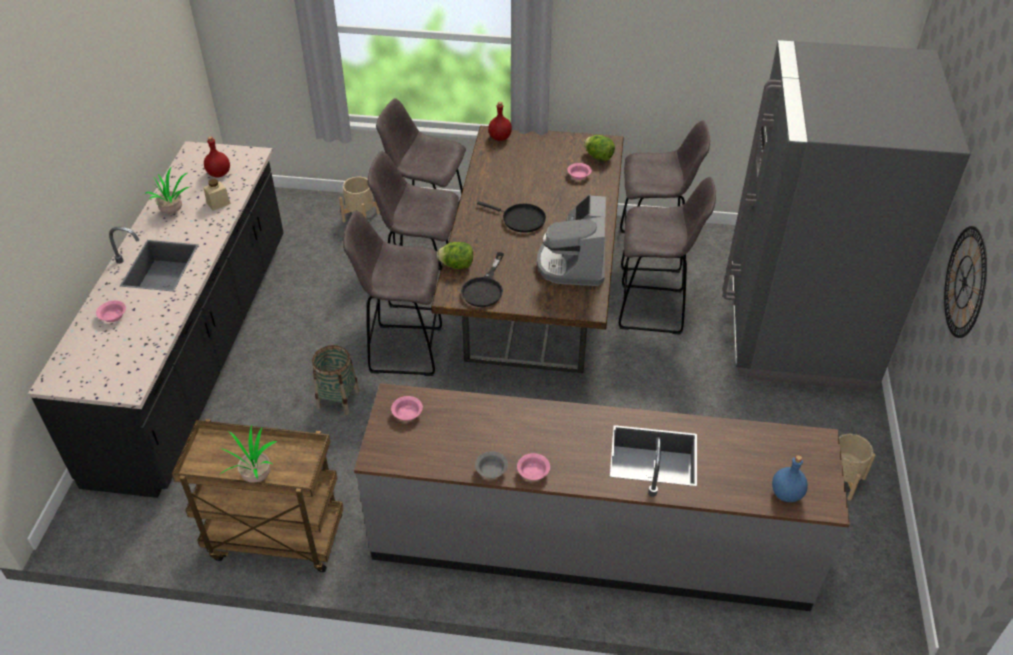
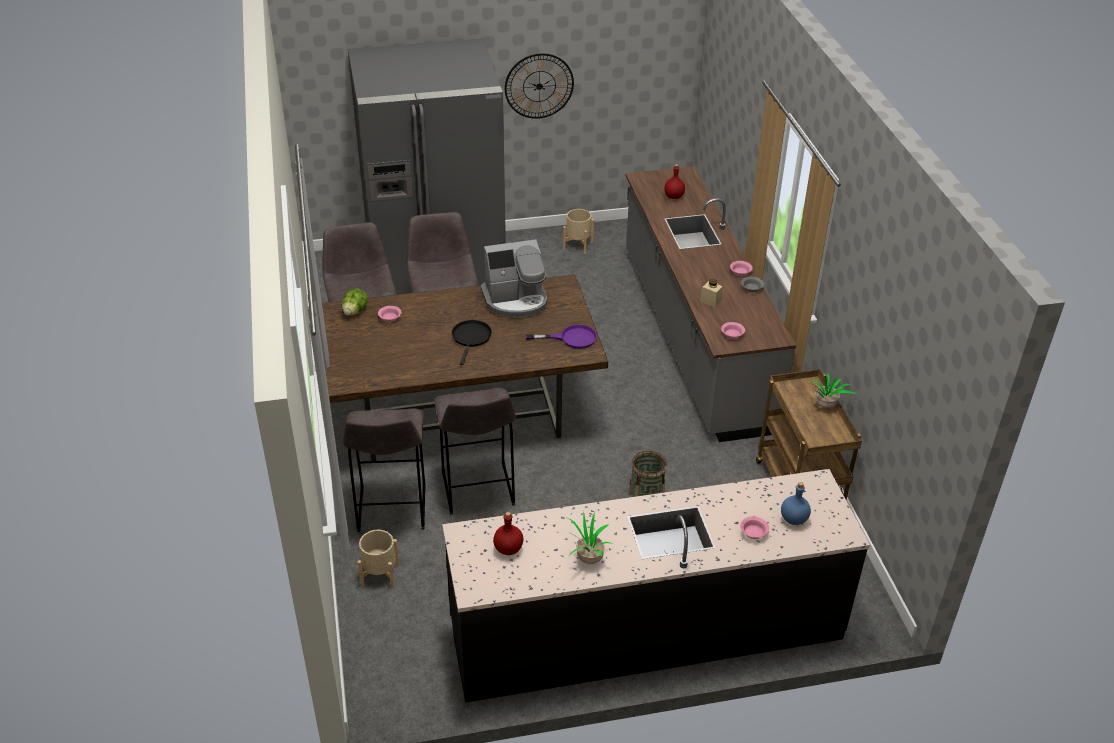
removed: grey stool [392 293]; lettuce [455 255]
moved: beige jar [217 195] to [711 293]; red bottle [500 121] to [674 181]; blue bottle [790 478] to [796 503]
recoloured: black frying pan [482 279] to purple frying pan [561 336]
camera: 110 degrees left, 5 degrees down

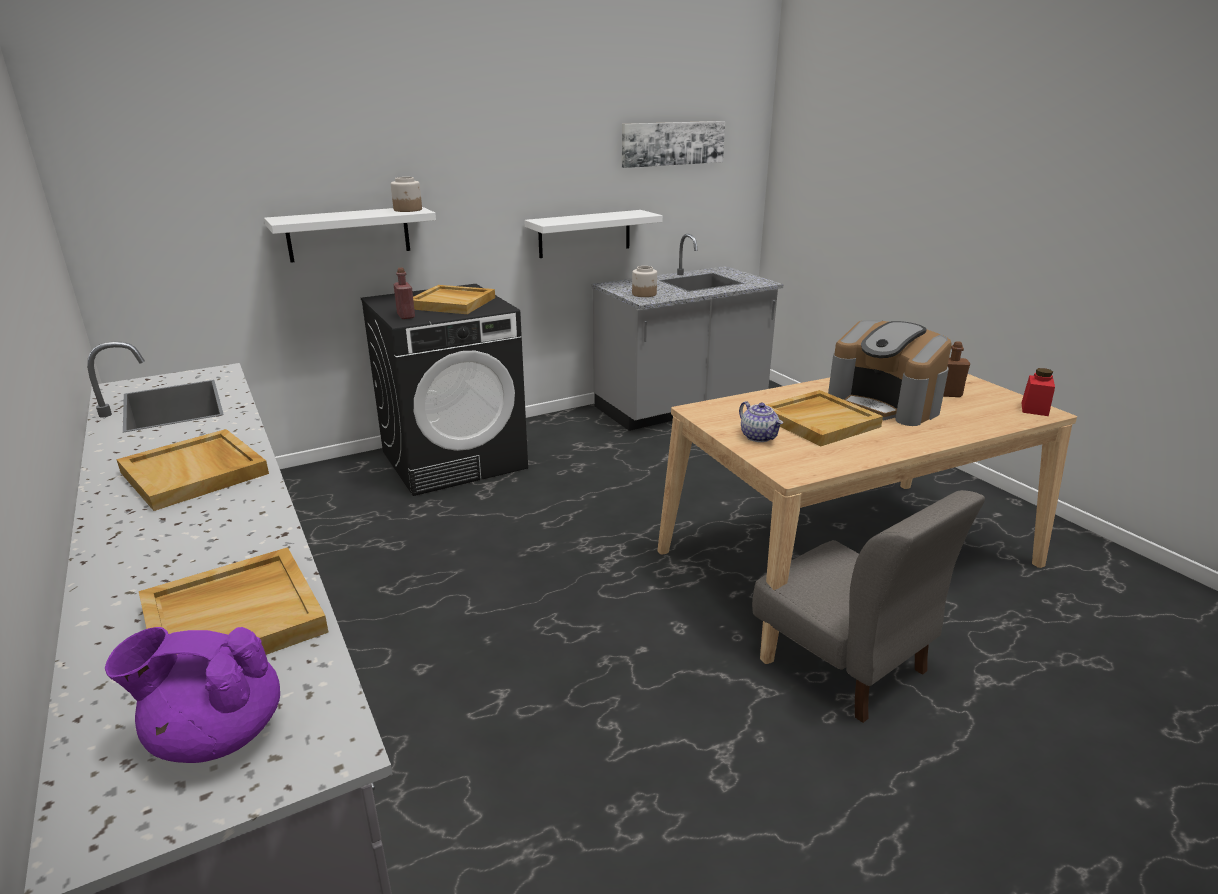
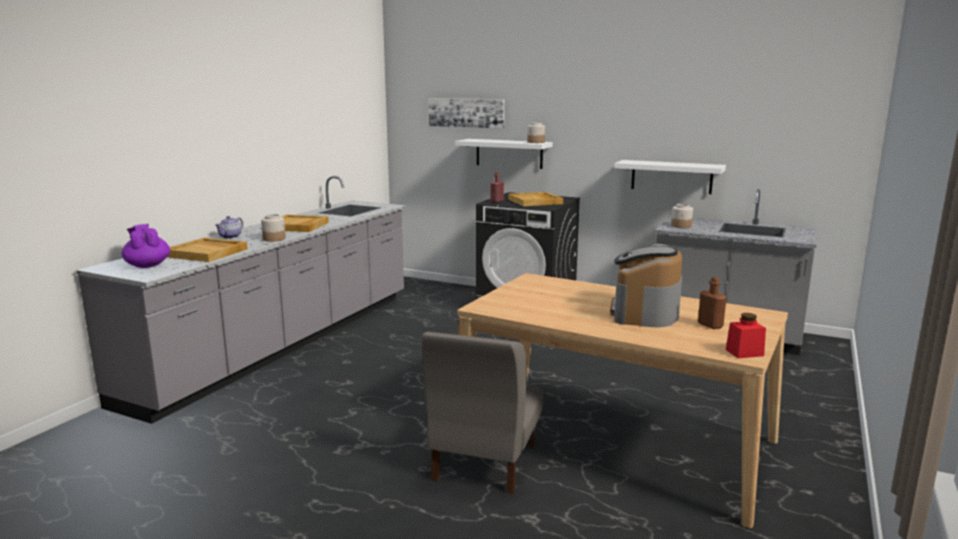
removed: beige tray [824 418]
added: jar [273 228]
moved: picture [673 144] to [466 113]; teapot [761 421] to [229 227]
camera: 55 degrees right, 10 degrees down

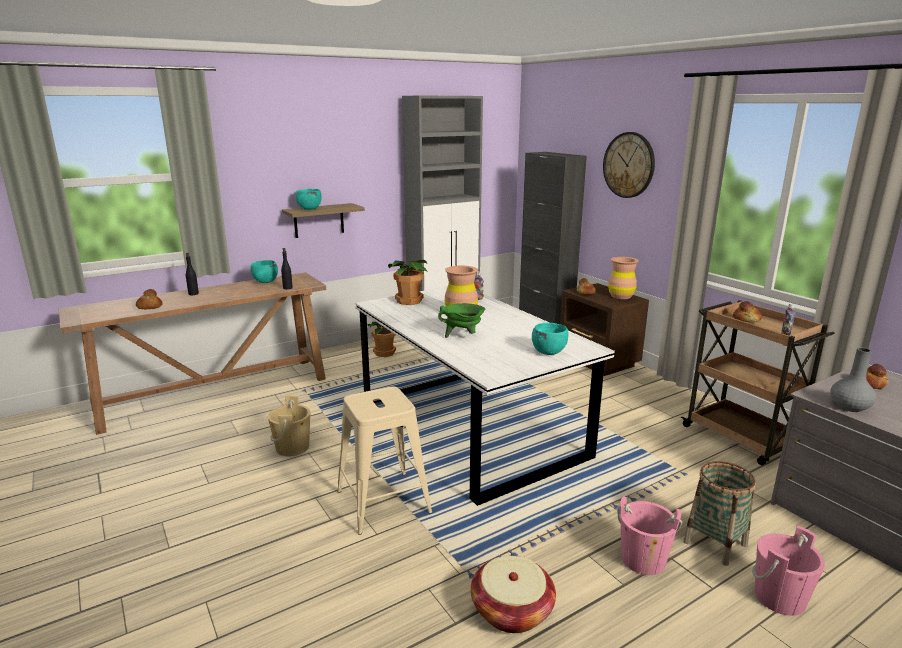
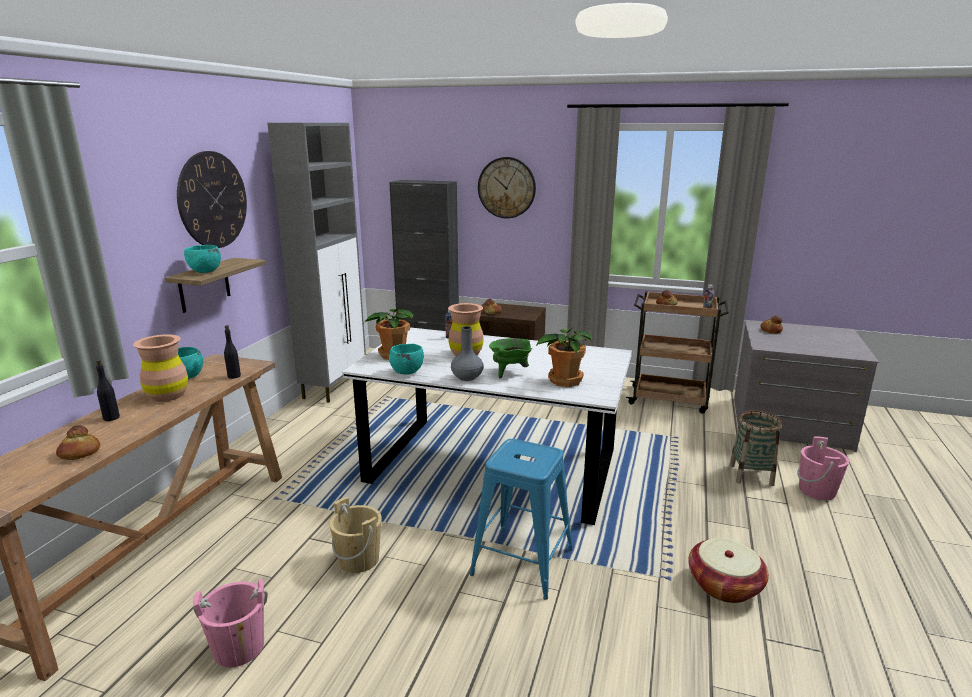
added: wall clock [212 199]
moved: potted plant [381 339] to [563 357]; turquoise bowl [550 339] to [406 359]; brown vase [623 278] to [160 368]; pink bucket [650 535] to [230 623]; grey vase [853 380] to [467 353]
recoloured: beige stool [384 461] to blue stool [521 519]
camera: 40 degrees left, 0 degrees up

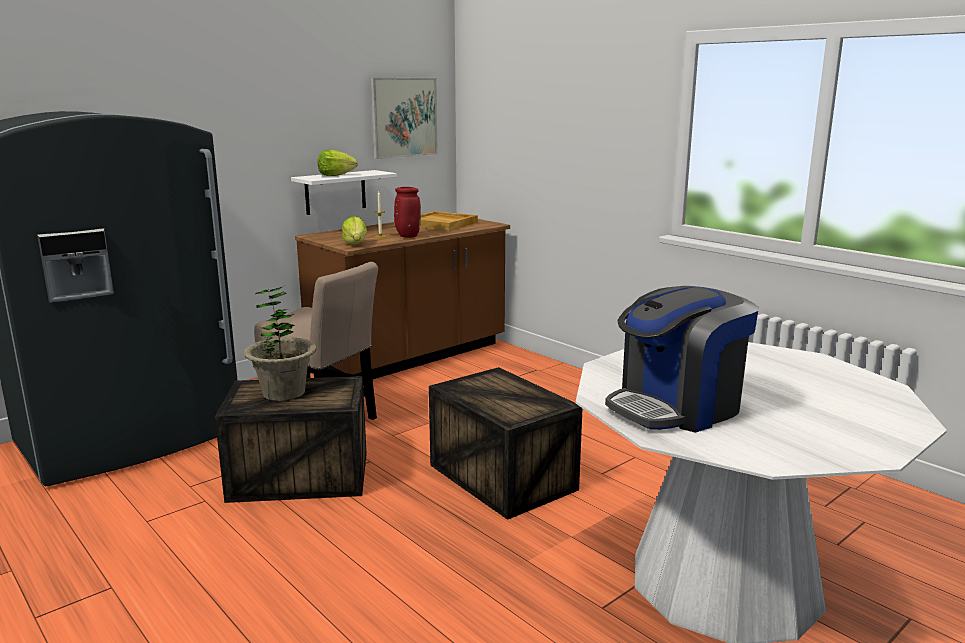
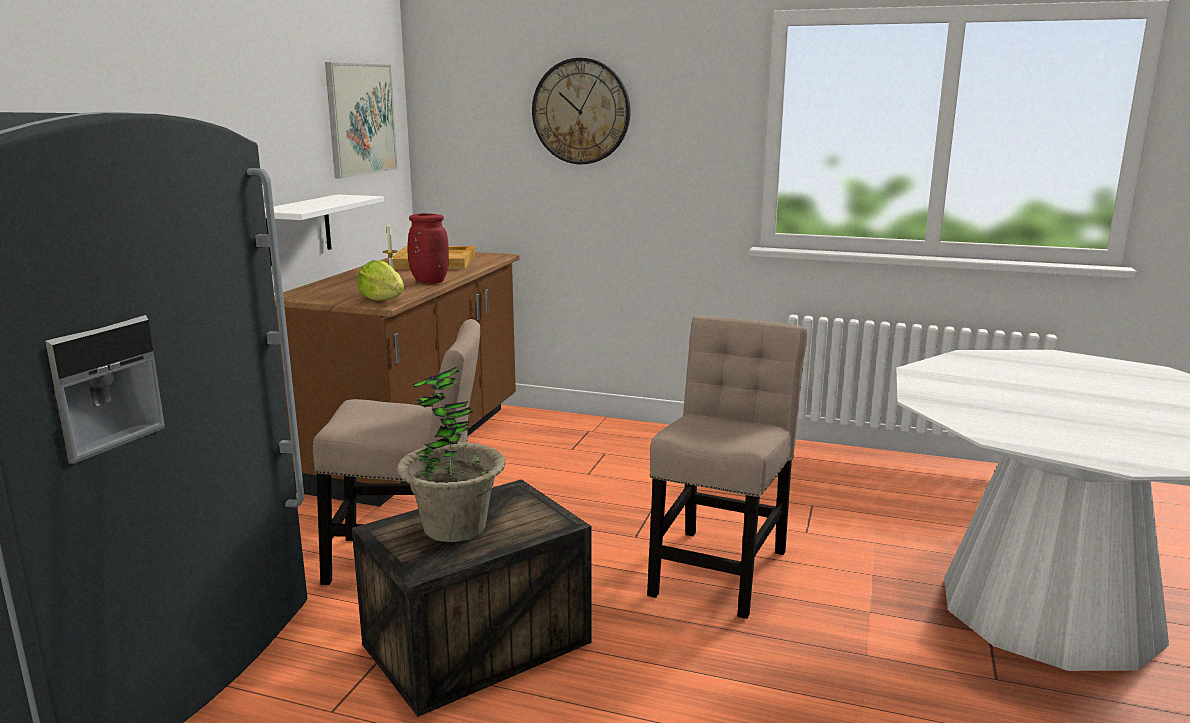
removed: lettuce [338 163]; coffee machine [682 359]
added: wall clock [581 111]
replaced: crate [506 443] to beige chair [727 467]
camera: 30 degrees left, 0 degrees up

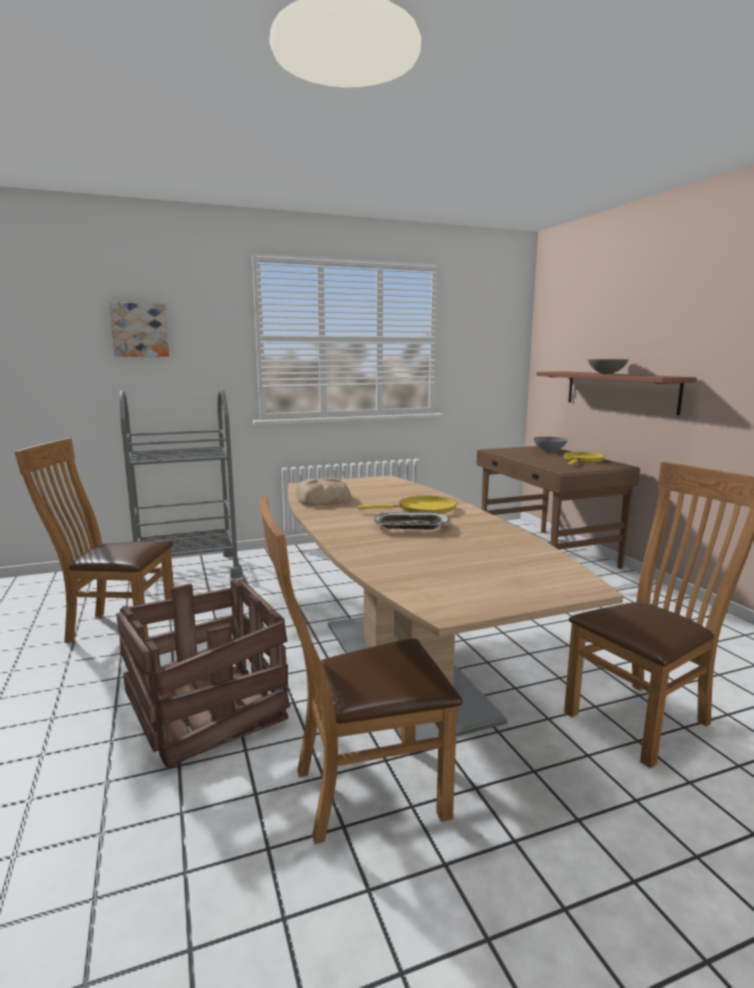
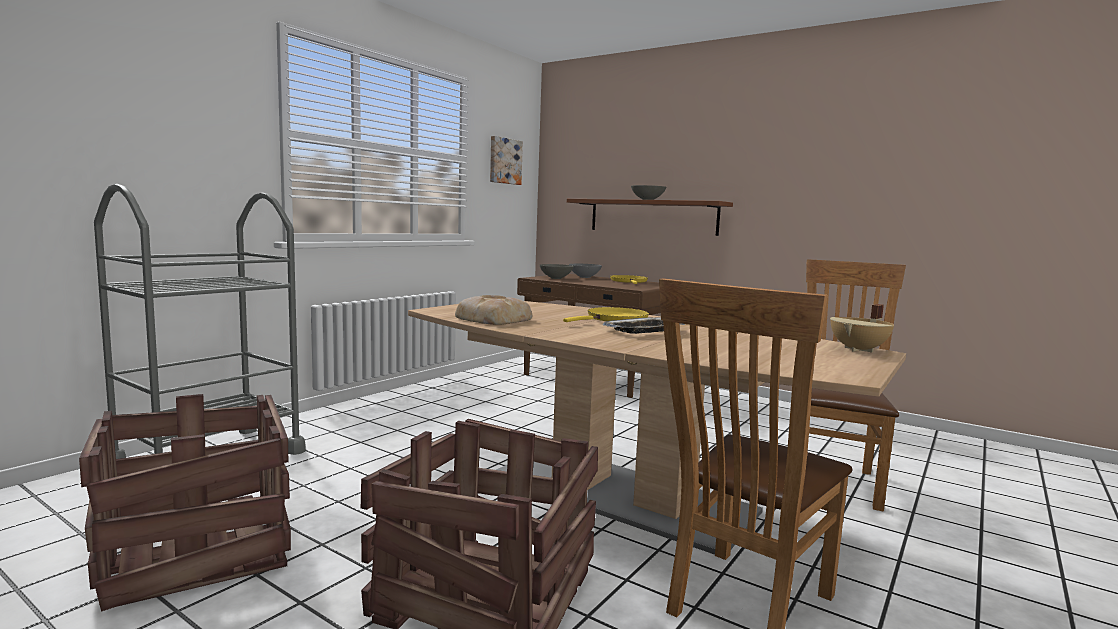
added: grey bowl [557 271]; beige cooking pot [862 328]
moved: picture [139 329] to [506 160]
replaced: brown chair [94 540] to crate [185 503]
camera: 35 degrees left, 5 degrees down

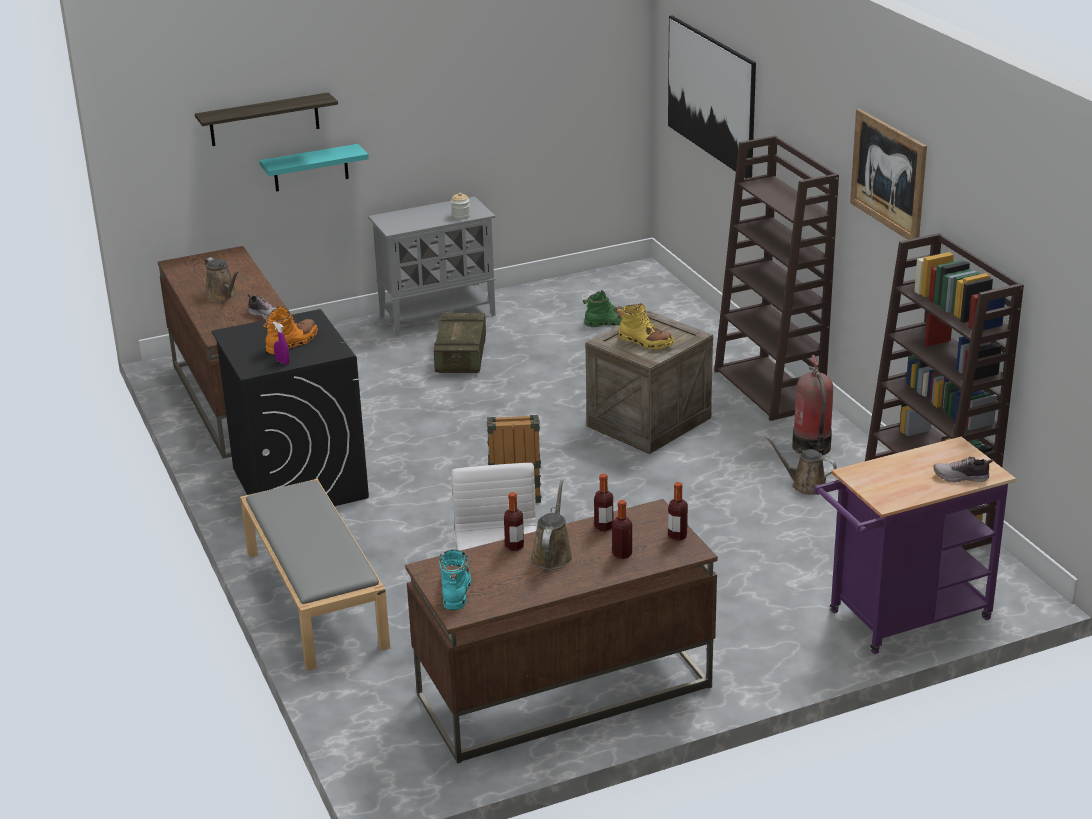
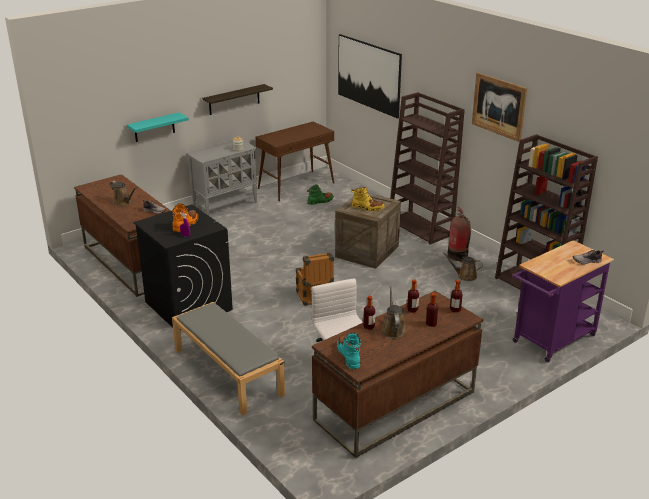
removed: crate [460 343]
added: brown console table [295 161]
moved: shelf [266 119] to [237 99]
camera: 15 degrees left, 0 degrees up

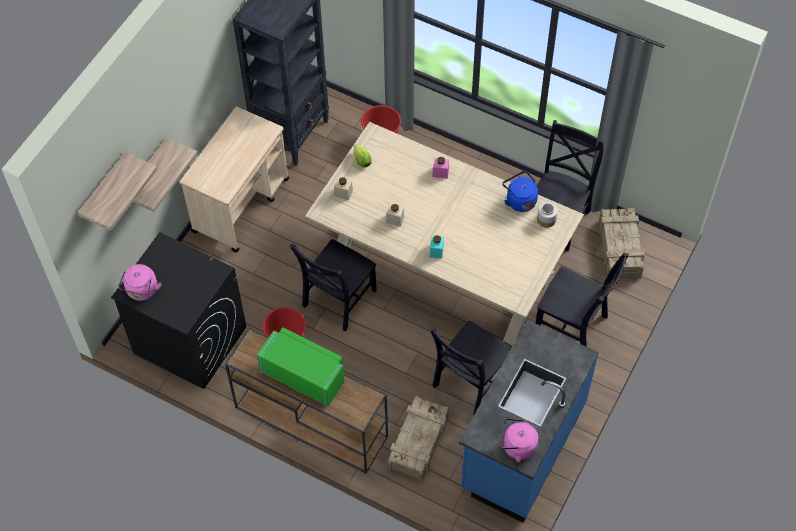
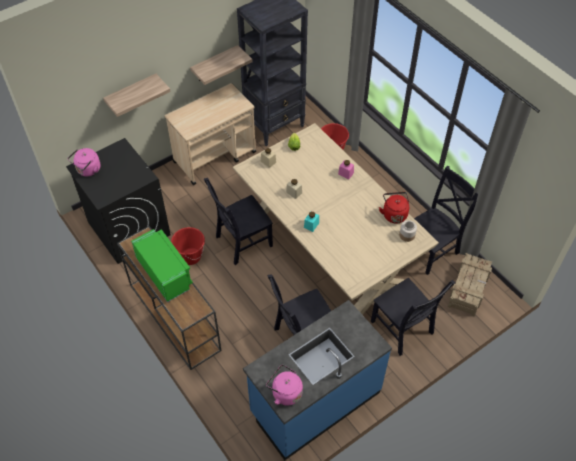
removed: crate [418 439]
moved: shelf [117 191] to [221 65]
recoloured: blue kettle [520 191] to red kettle [394 207]
camera: 25 degrees right, 5 degrees down

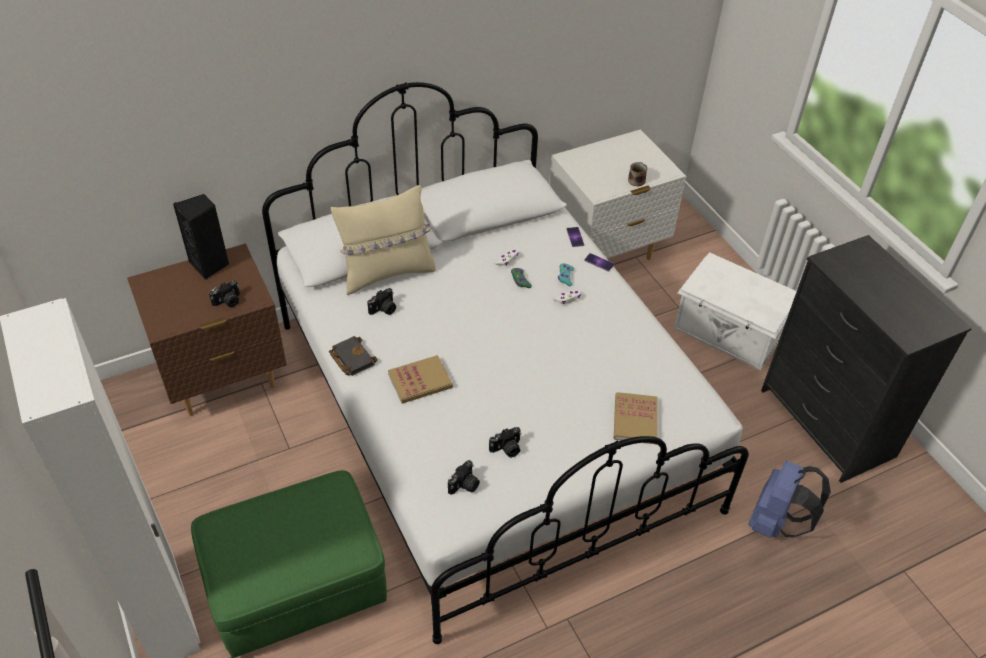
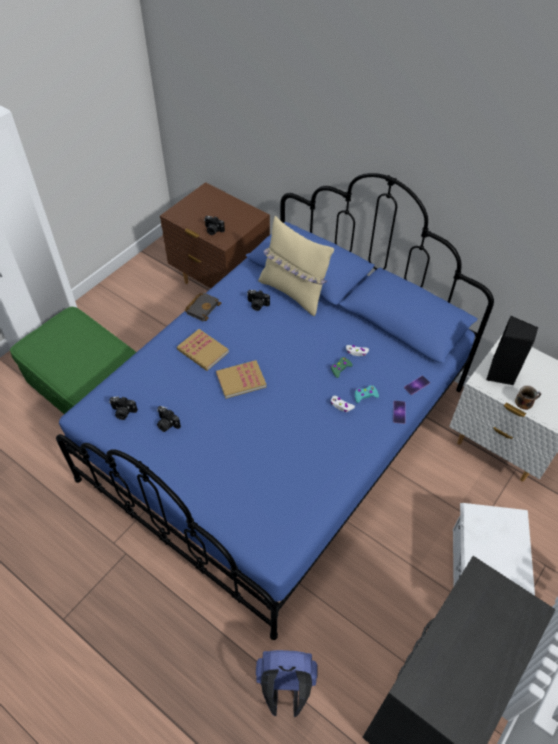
moved: black speaker [201 237] to [512 350]; book [636 418] to [241 379]
recoloured: white bed [505 363] to blue bed [275 406]
camera: 65 degrees right, 5 degrees up

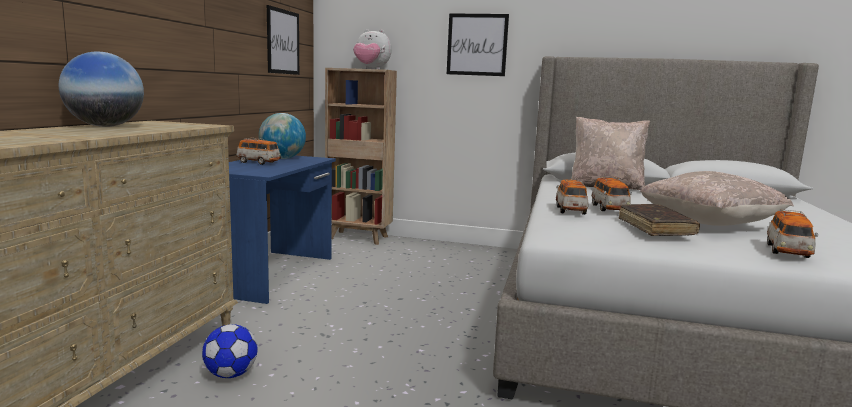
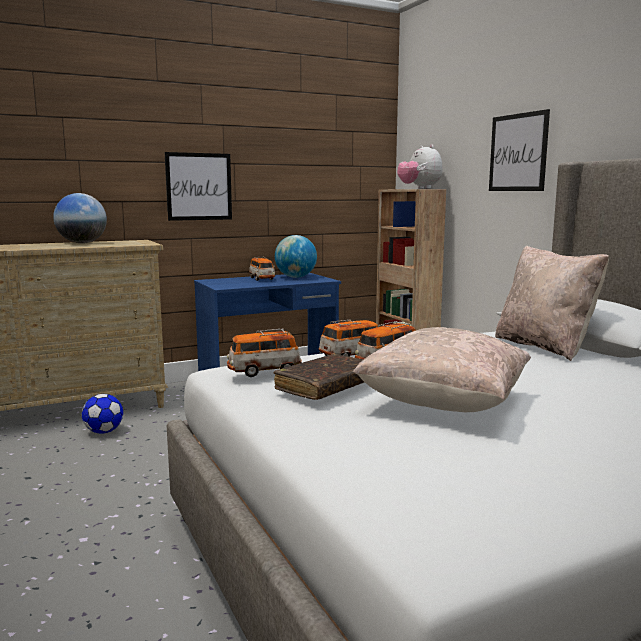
moved: picture [283 40] to [198 186]; toy car [792 233] to [264 353]
camera: 50 degrees right, 0 degrees up

